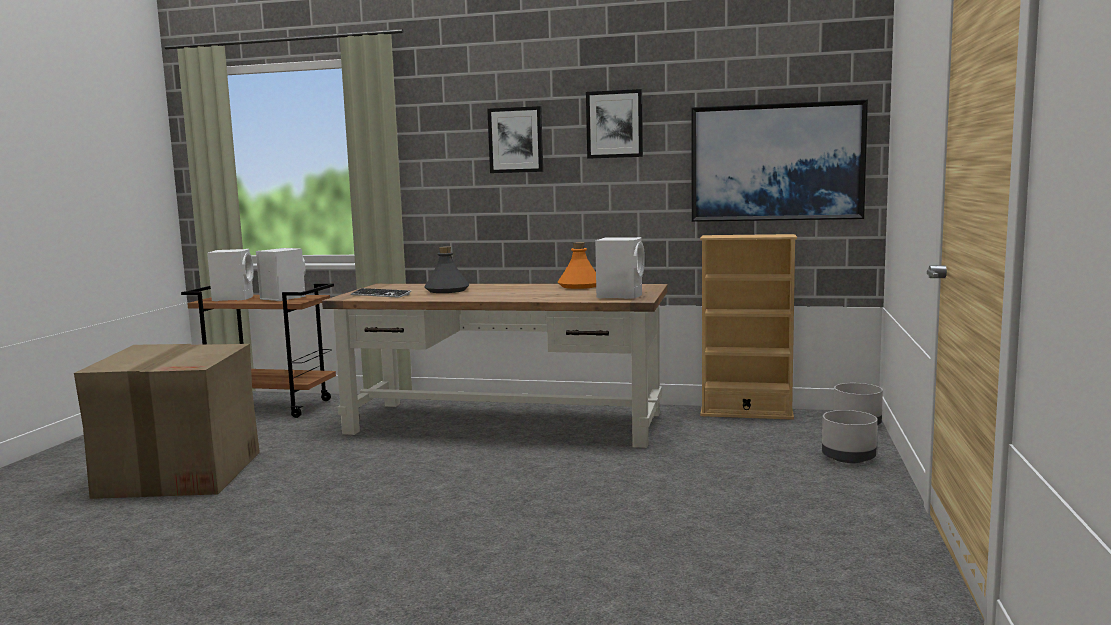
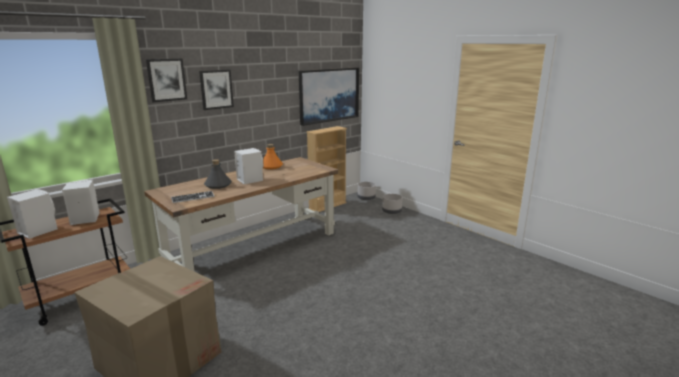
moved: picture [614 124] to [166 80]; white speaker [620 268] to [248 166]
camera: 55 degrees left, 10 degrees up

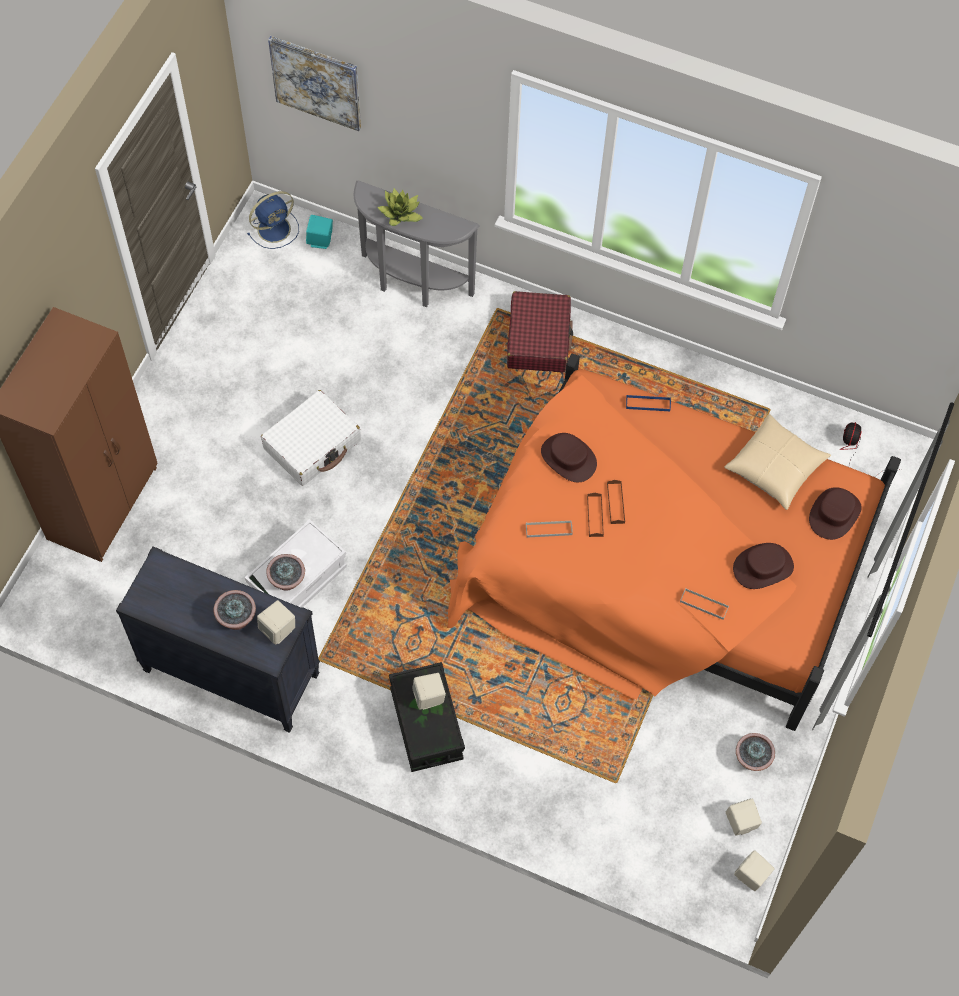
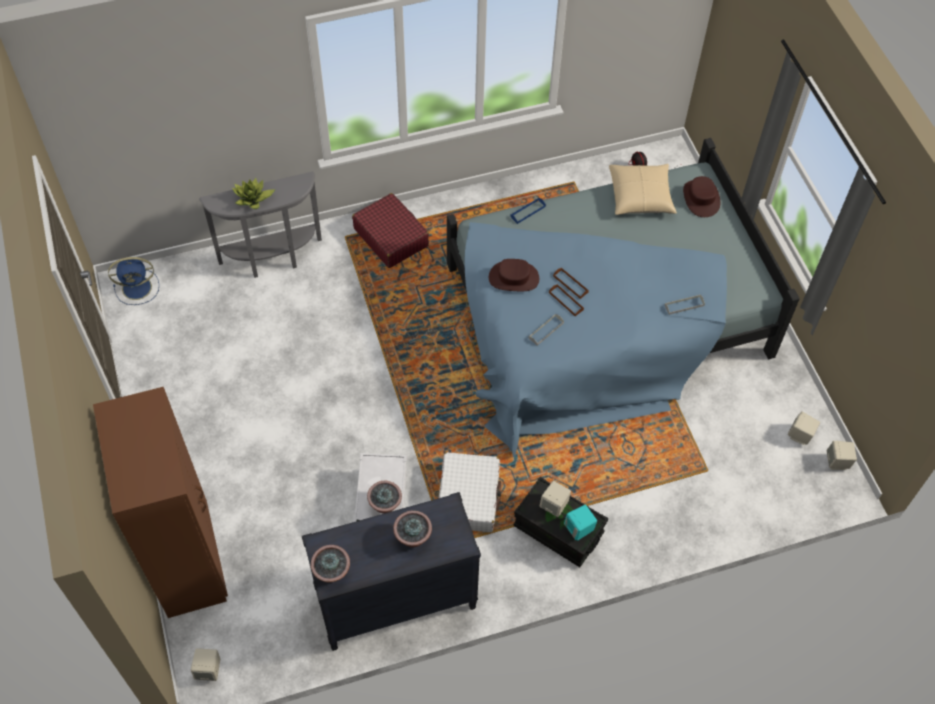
removed: picture [314 83]; brown hat [763 566]
moved: beige speaker [276 622] to [205 664]; white suitcase [311 438] to [470 492]; turquoise speaker [319 232] to [580 522]; potted plant [755 752] to [330 563]
recoloured: orange bed [674 542] to blue bed [623 297]
turned: blue fan [273 220] = [133 281] 60 degrees clockwise
camera: 40 degrees left, 5 degrees down

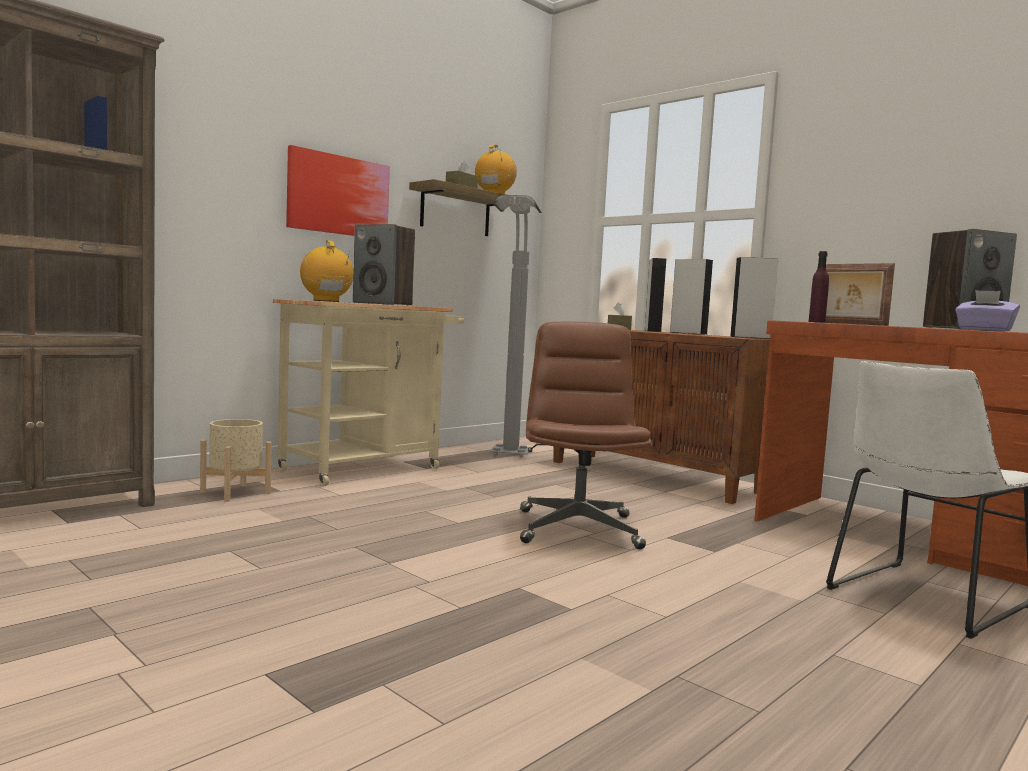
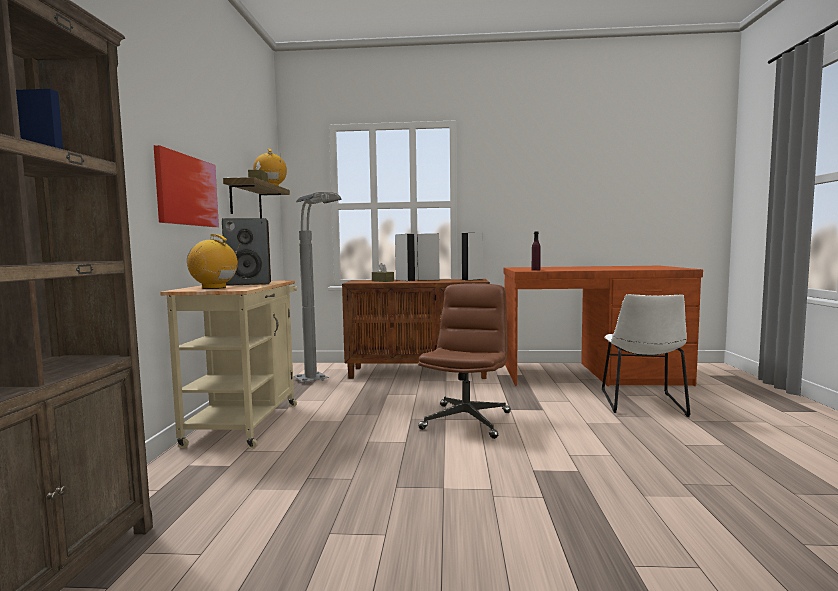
removed: beige planter [236 460]; picture frame [856 294]; speaker [970 280]; purple tissue box [987 310]
turned: brown office chair [586 435] = [464 361] 60 degrees clockwise
camera: 40 degrees left, 0 degrees up

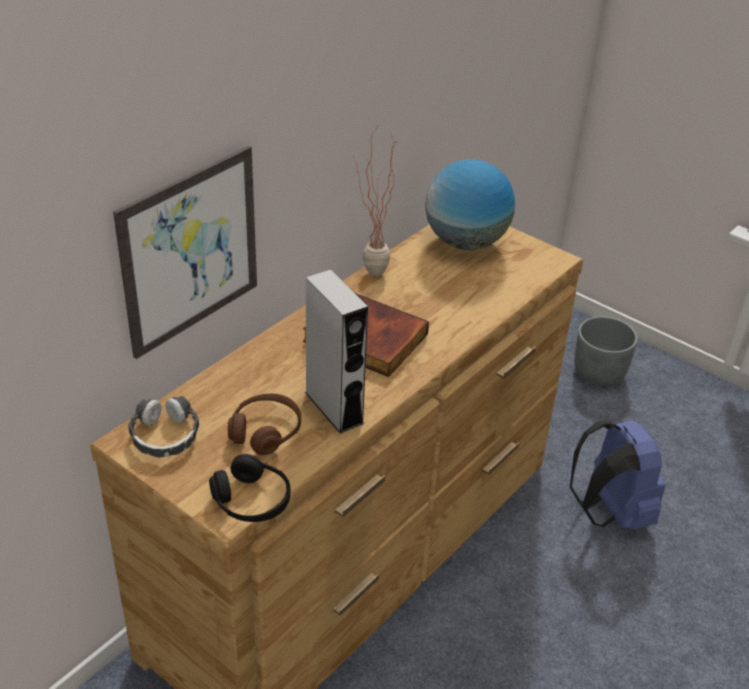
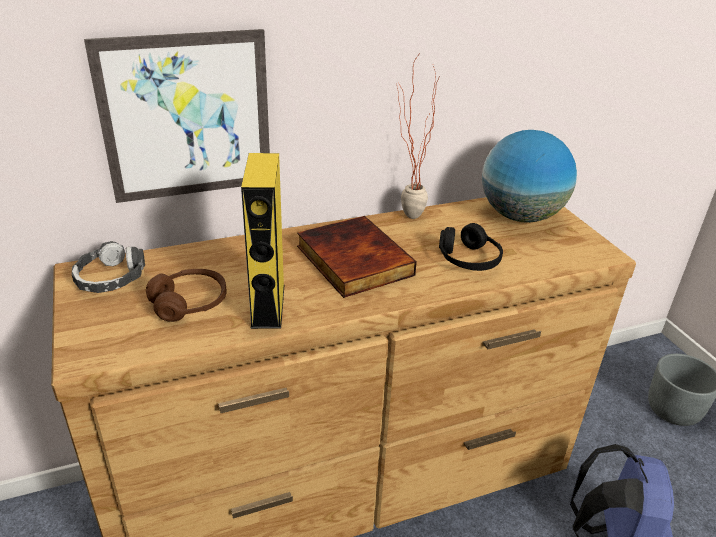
moved: black headphones [249 488] to [471 247]
recoloured: grey speaker [336 351] to yellow speaker [262 241]
camera: 30 degrees right, 5 degrees down

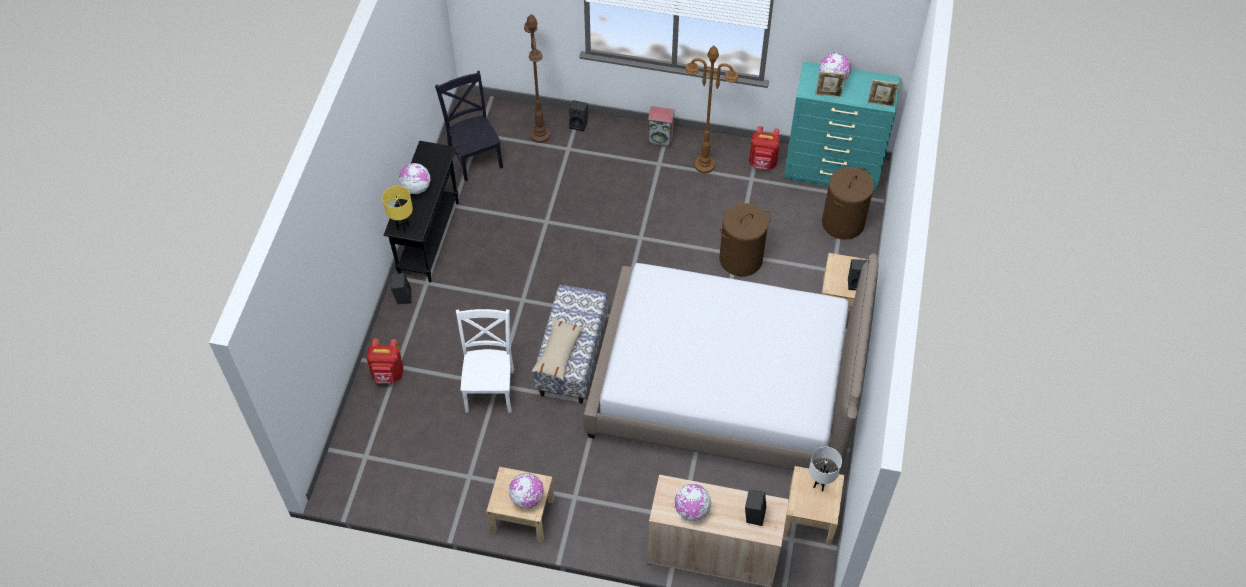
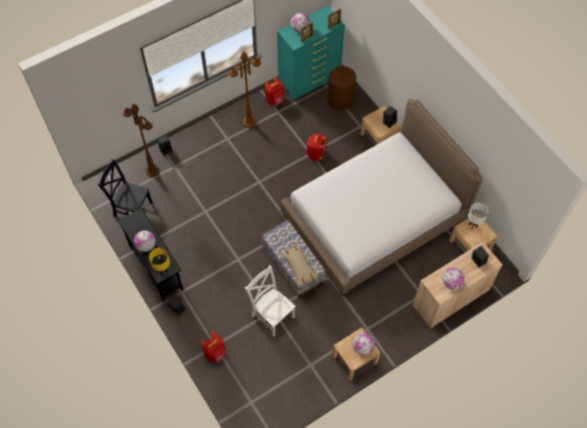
removed: speaker [660 127]
replaced: brown laundry basket [745 239] to red backpack [316 147]
camera: 45 degrees left, 5 degrees up

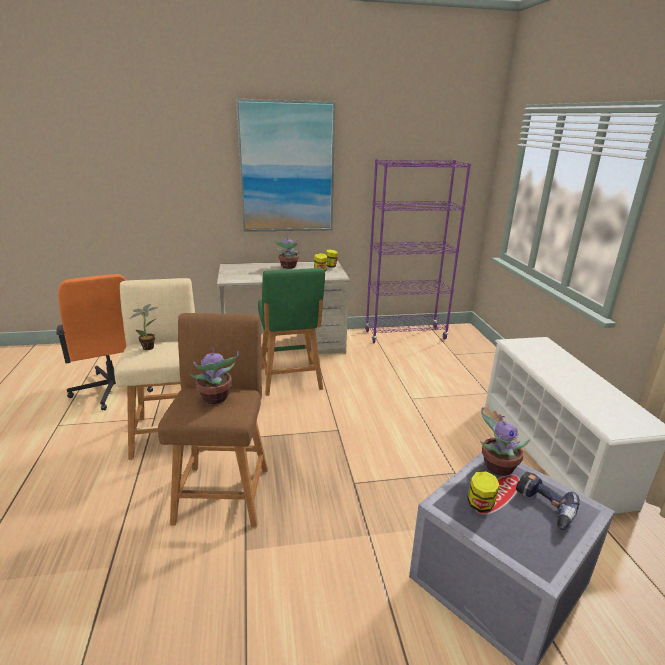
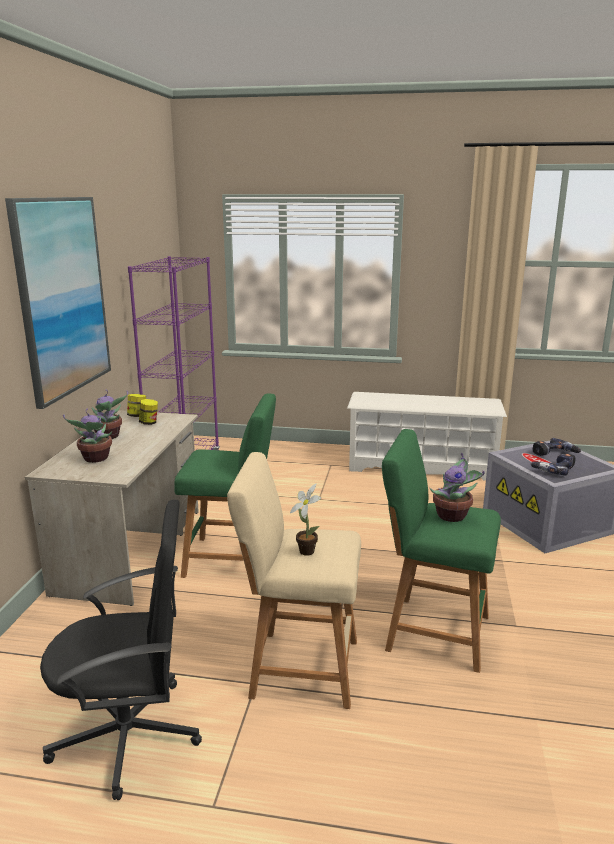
moved: potted plant [505 441] to [87 436]
replaced: jar [483 491] to power drill [552 464]
recoloured: orange office chair [105 342] to black office chair [121 650]; brown stool [213 420] to green stool [441 551]
camera: 70 degrees left, 5 degrees down

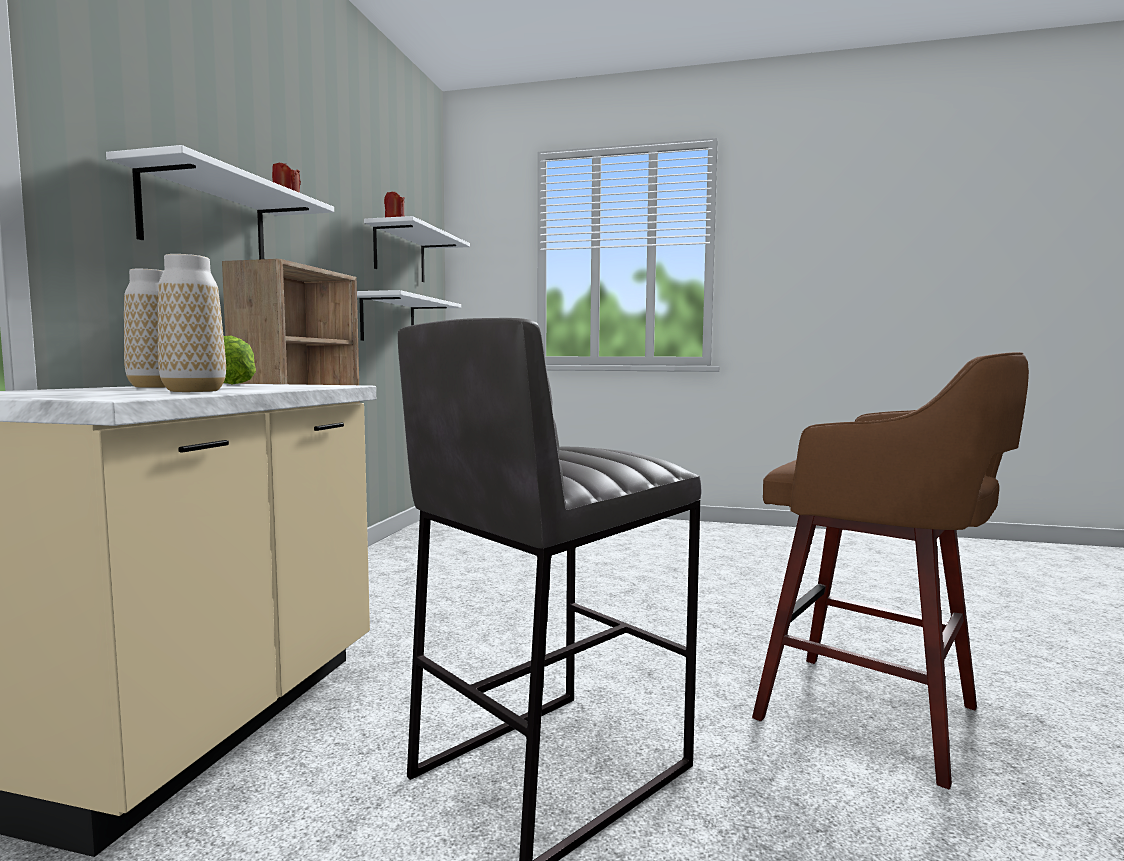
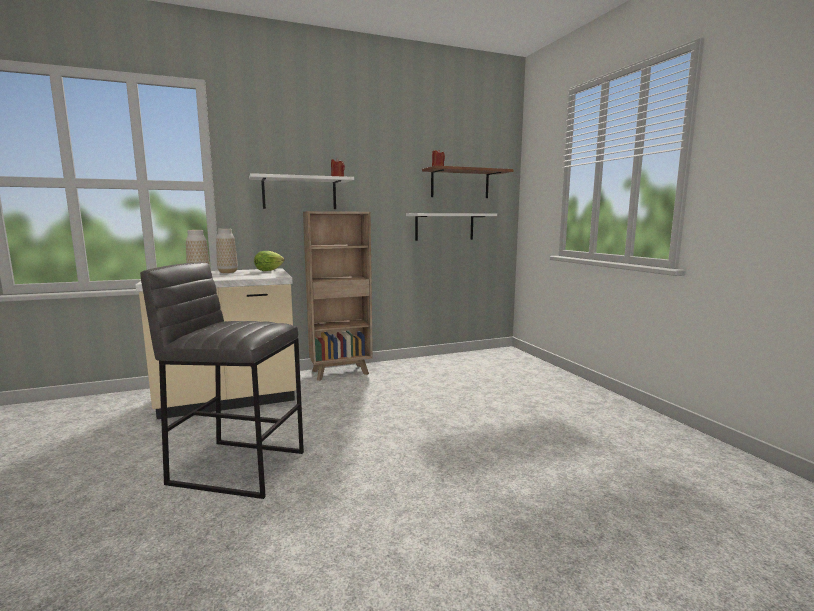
removed: brown stool [890 570]
recoloured: white shelf [417 249] to brown shelf [468 182]
camera: 55 degrees right, 5 degrees up

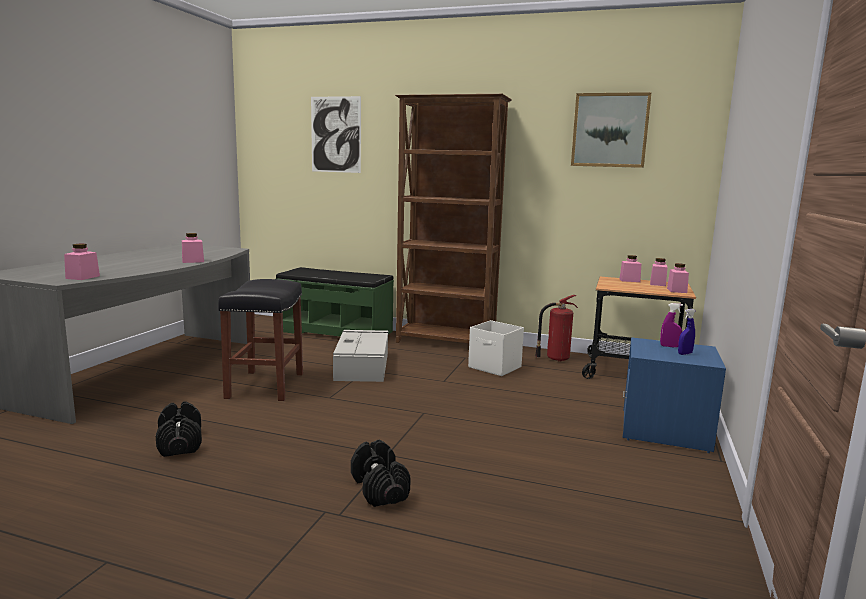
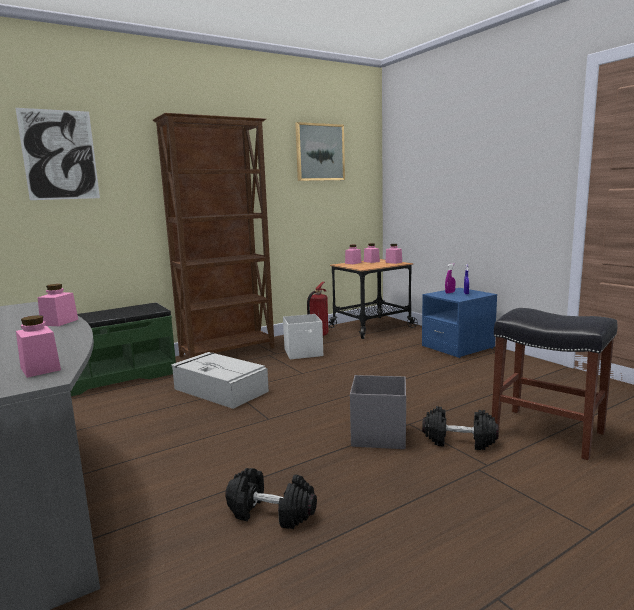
added: grey storage box [378 412]
moved: black stool [260 340] to [554 384]
camera: 50 degrees left, 0 degrees up

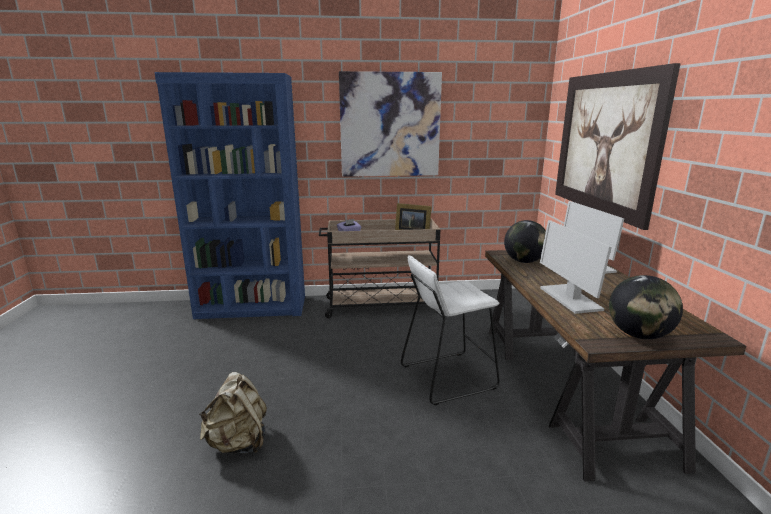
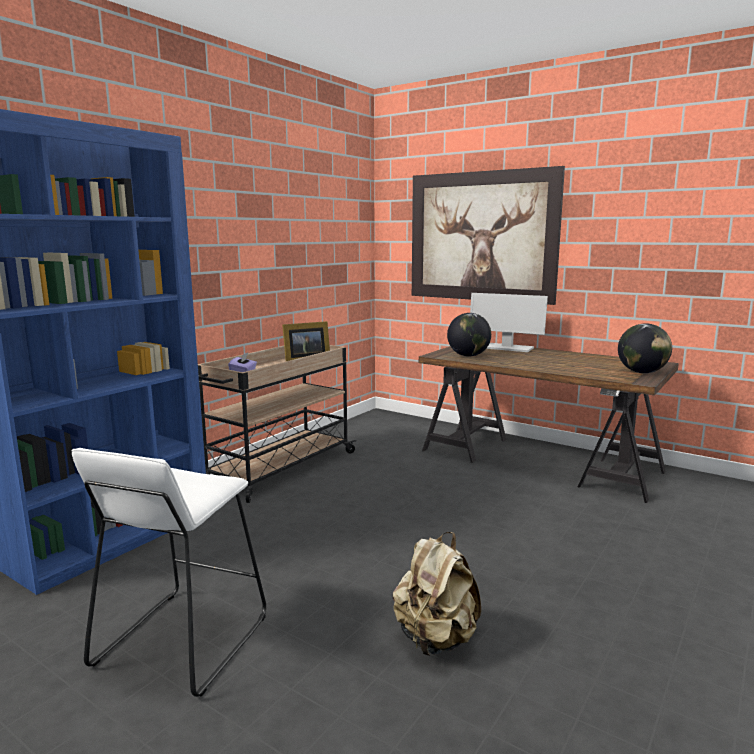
removed: picture [390 124]; monitor [576 267]
moved: white stool [450 330] to [169 572]
camera: 50 degrees left, 5 degrees down

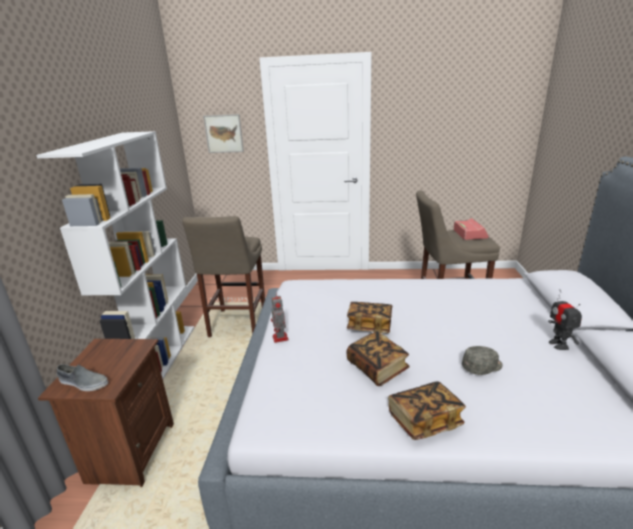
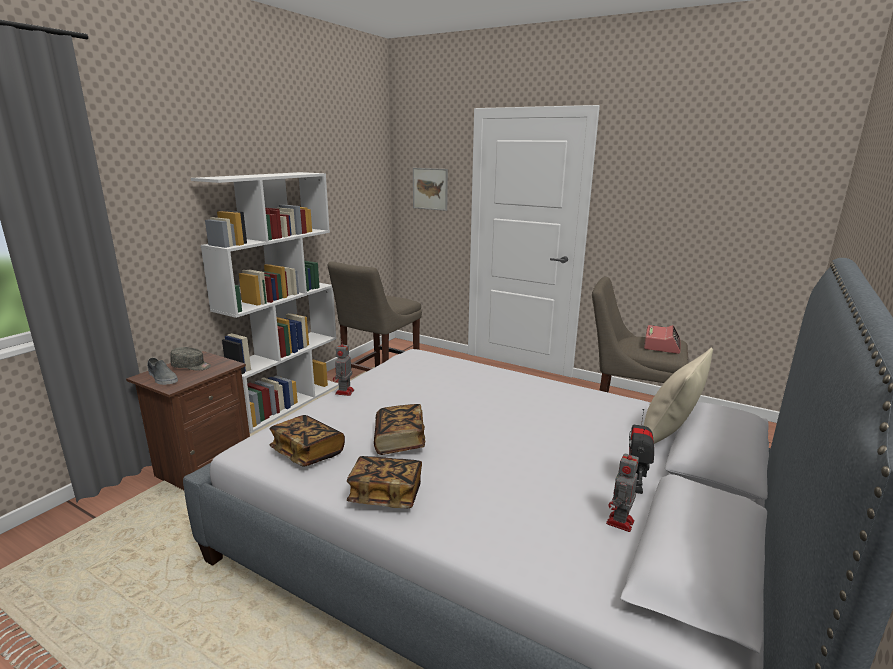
added: toy robot [622 490]; beige pillow [678 396]
moved: book [369 317] to [307 441]; grey cap [482 360] to [190 359]
camera: 25 degrees right, 5 degrees down

